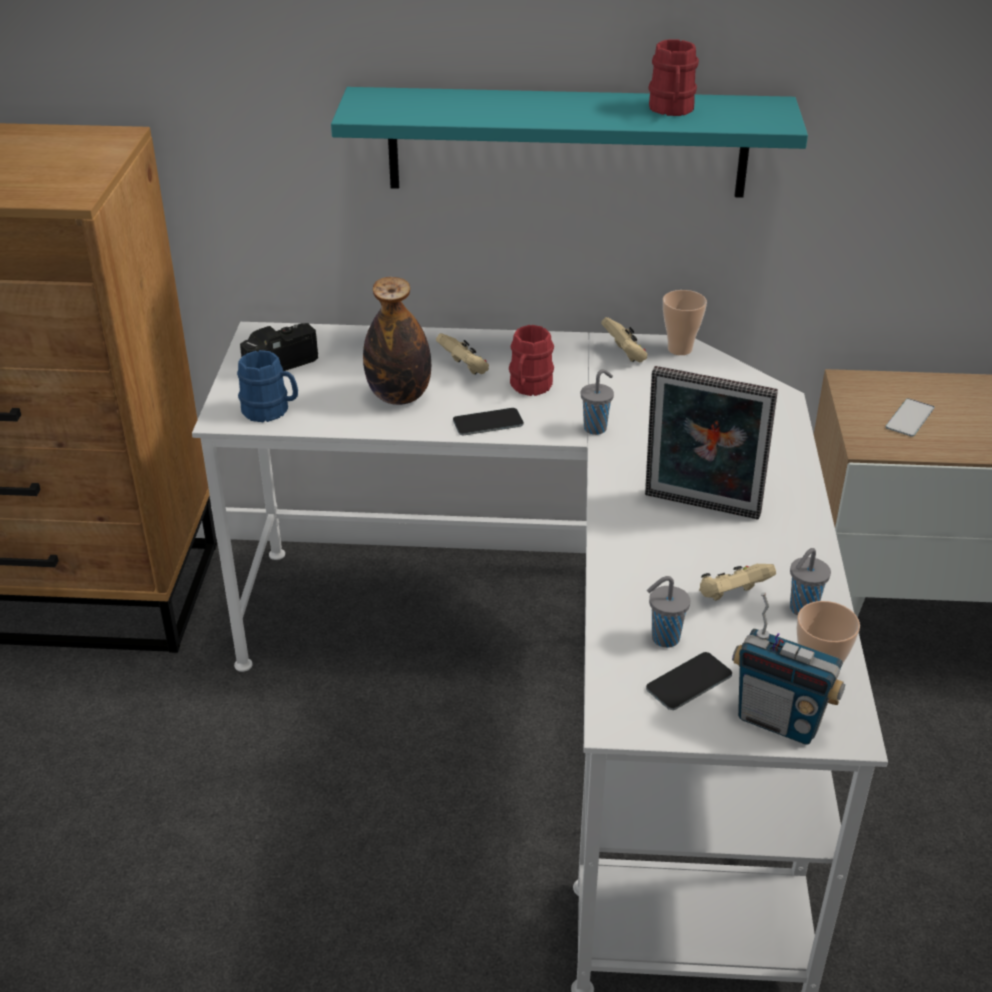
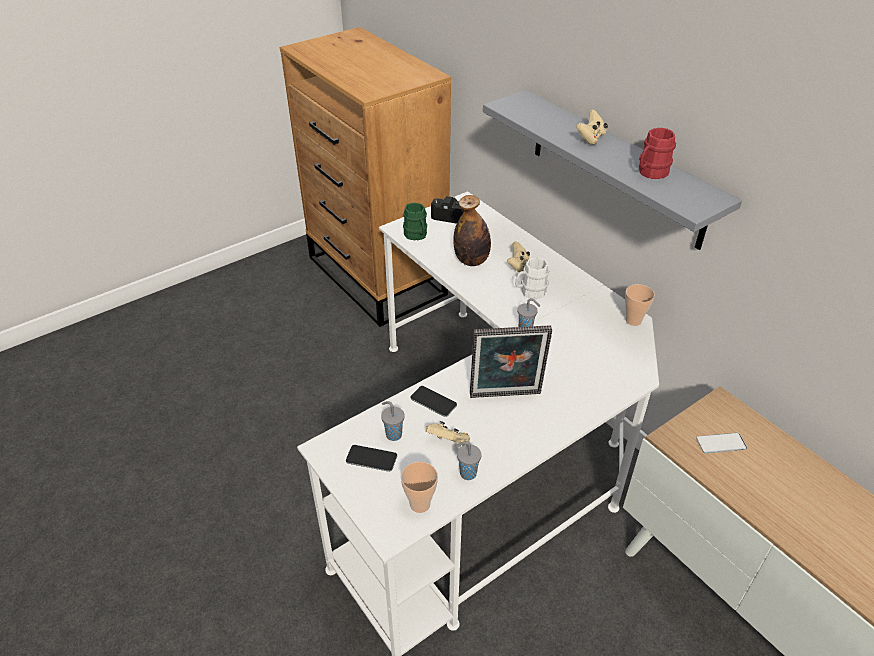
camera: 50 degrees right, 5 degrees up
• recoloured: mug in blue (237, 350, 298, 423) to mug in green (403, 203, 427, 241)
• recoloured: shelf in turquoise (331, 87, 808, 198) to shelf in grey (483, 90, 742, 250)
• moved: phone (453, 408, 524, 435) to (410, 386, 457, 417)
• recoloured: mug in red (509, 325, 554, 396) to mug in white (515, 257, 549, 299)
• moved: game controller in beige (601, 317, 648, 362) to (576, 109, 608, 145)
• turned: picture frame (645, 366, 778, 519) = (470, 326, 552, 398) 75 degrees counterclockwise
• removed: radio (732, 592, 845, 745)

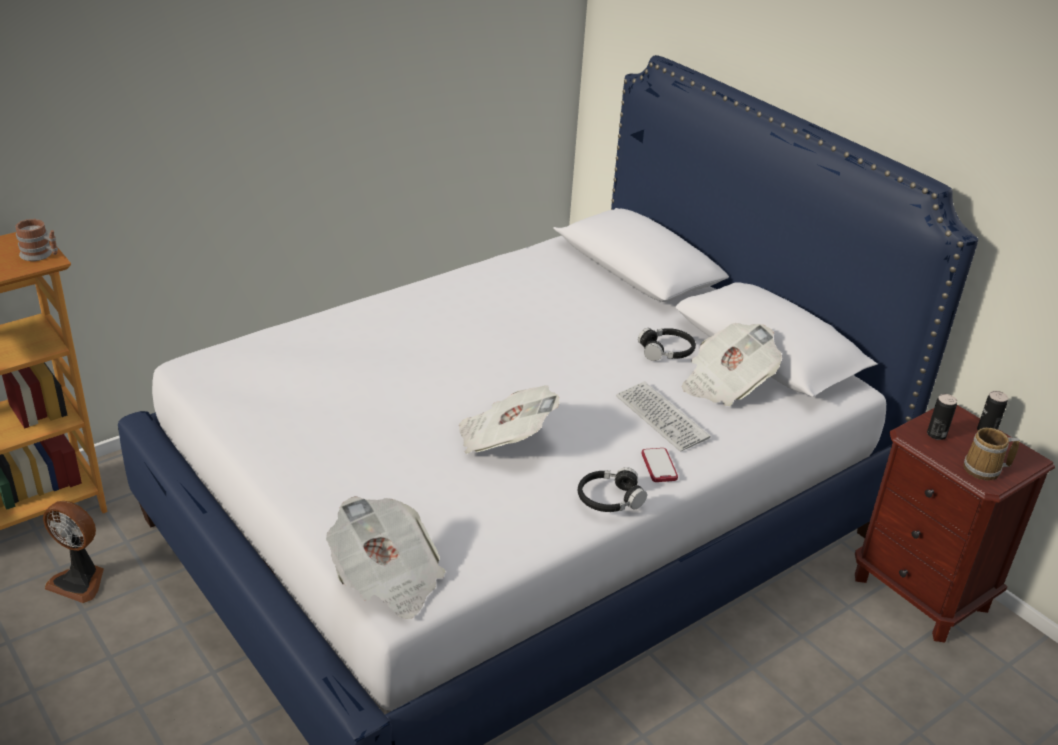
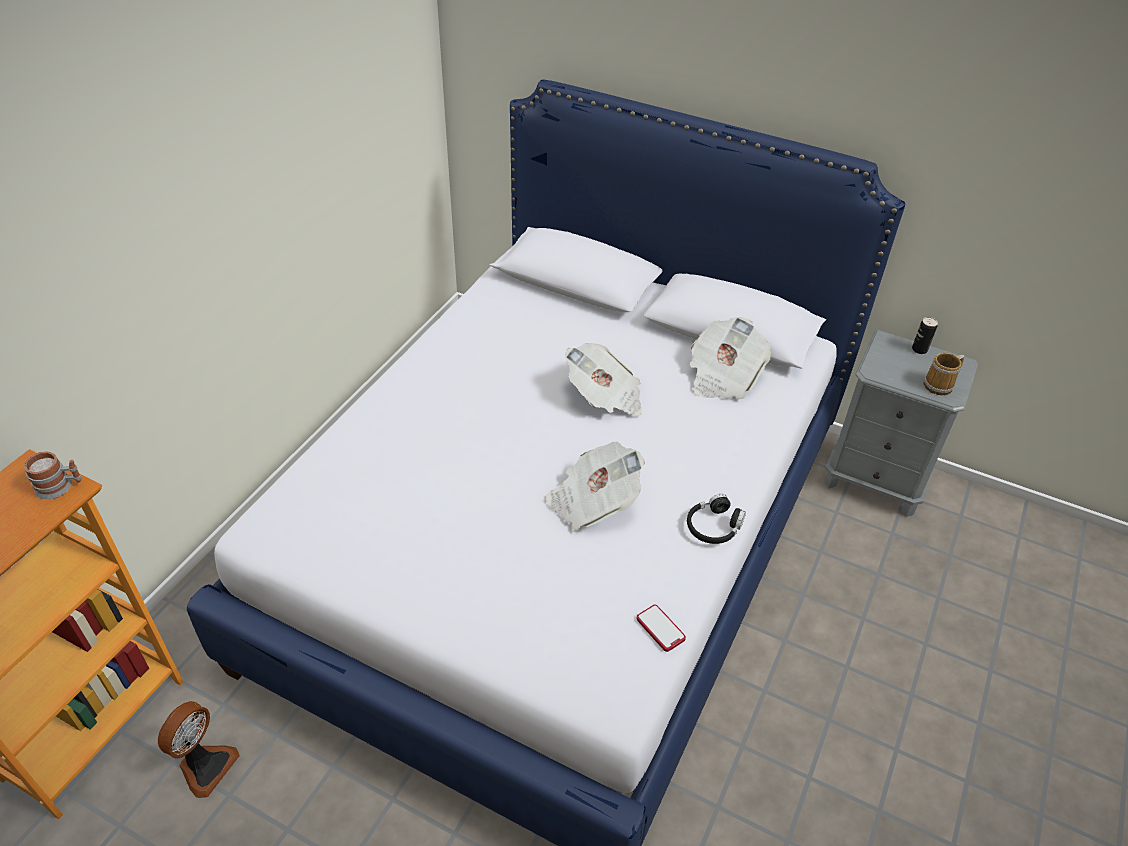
camera: 25 degrees left, 10 degrees up
• turned: fan (43, 501, 104, 603) = (158, 701, 240, 798) 60 degrees counterclockwise
• moved: newspaper (326, 496, 446, 619) to (565, 343, 642, 416)
• removed: keyboard (616, 381, 711, 451)
• removed: headphones in black (638, 328, 696, 361)
• moved: phone (641, 448, 678, 482) to (636, 605, 686, 652)
• recoloured: nightstand in brown (855, 405, 1055, 642) to nightstand in grey (825, 330, 978, 517)
• removed: can (927, 394, 957, 440)

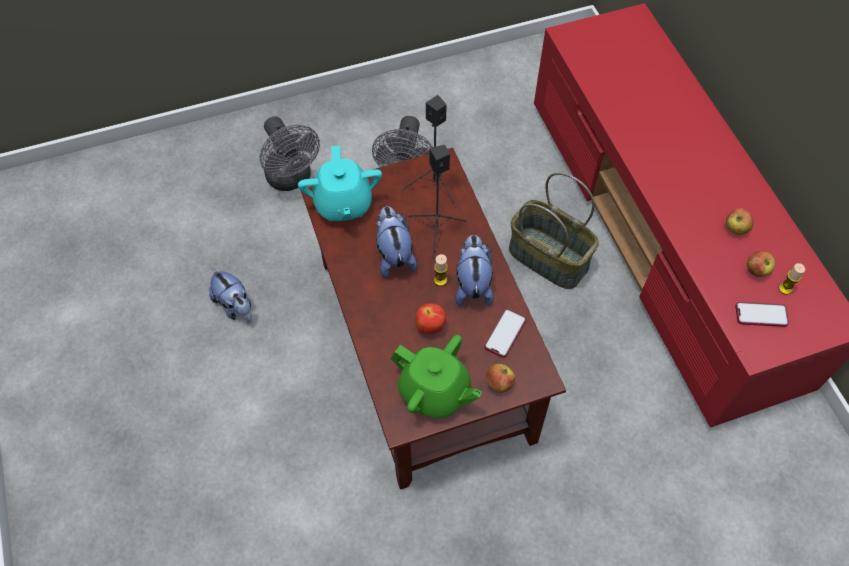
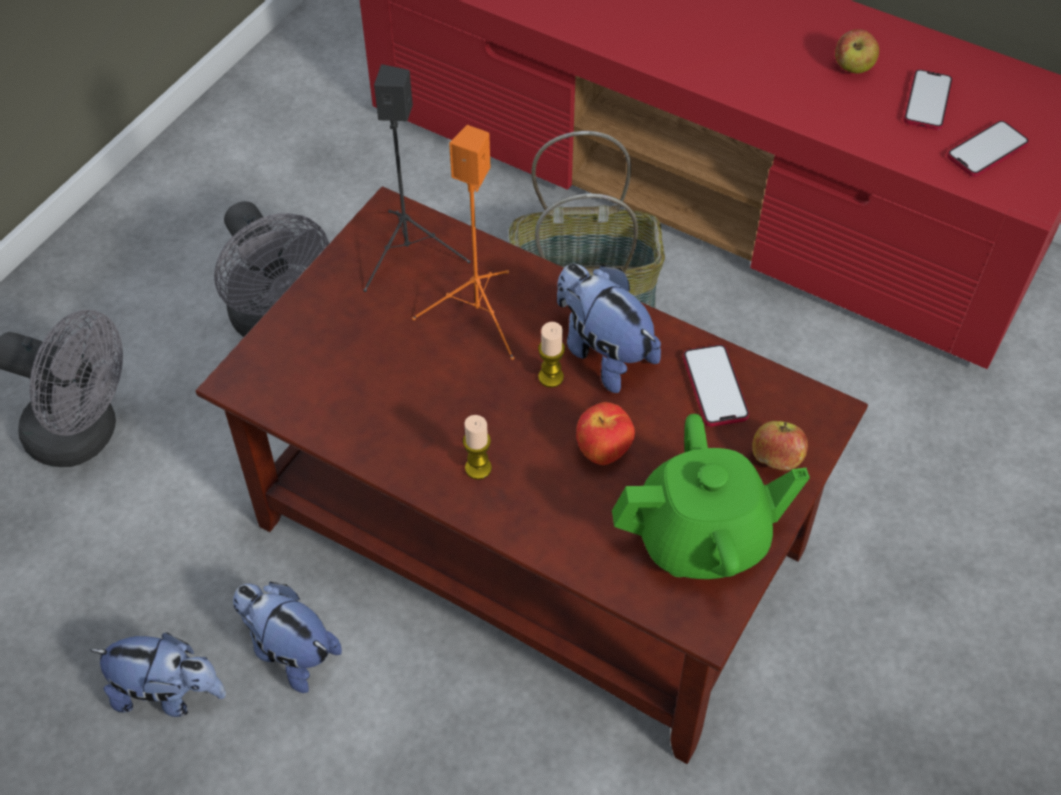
camera: 40 degrees left, 5 degrees down
• removed: teapot in turquoise (298, 145, 382, 221)
• moved: plush toy (376, 206, 417, 278) to (233, 582, 342, 693)
• recoloured: speaker in black (409, 145, 468, 262) to speaker in orange (412, 125, 514, 360)
• replaced: apple (747, 251, 775, 277) to phone (903, 69, 953, 130)
• moved: candle (779, 263, 805, 295) to (463, 415, 492, 480)

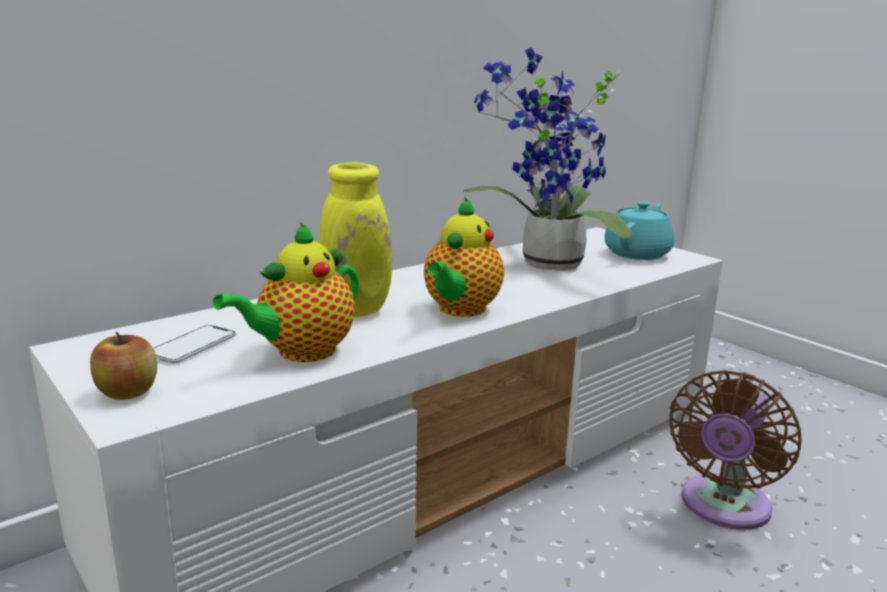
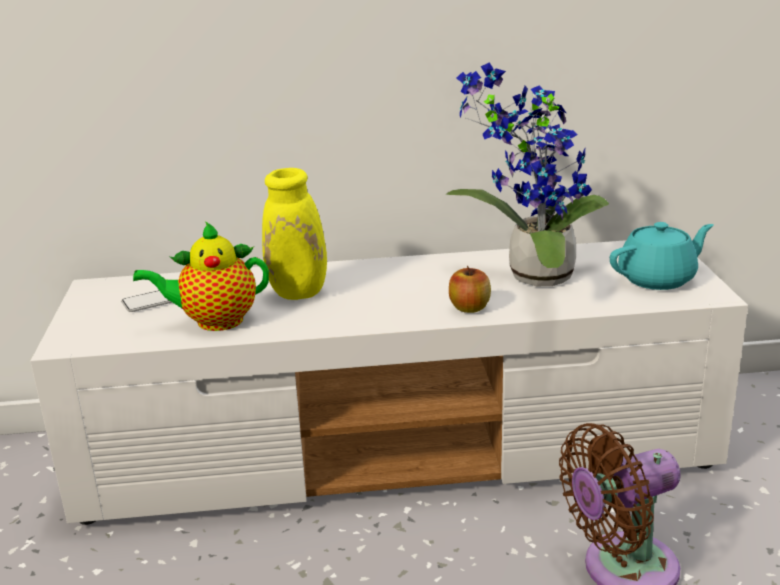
camera: 35 degrees right, 5 degrees up
• moved: apple (90, 332, 157, 400) to (449, 266, 491, 313)
• removed: teapot (424, 197, 504, 317)

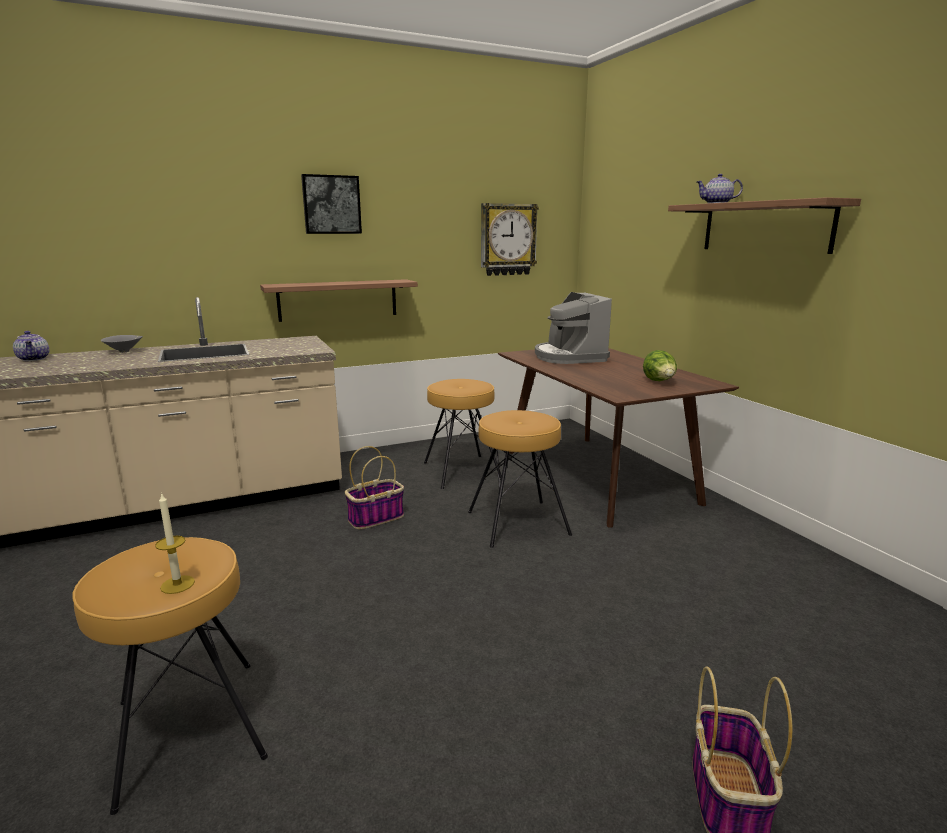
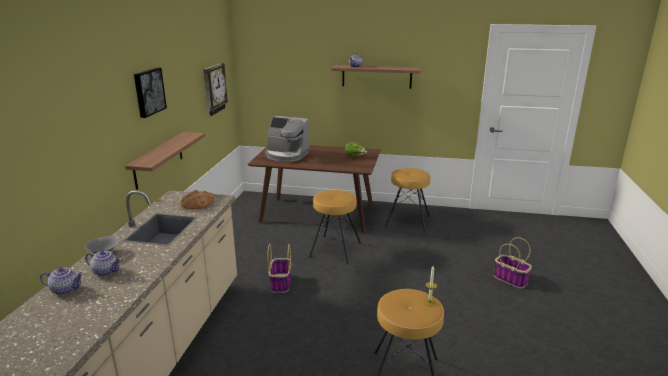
camera: 55 degrees left, 5 degrees up
• moved: stool in brown (424, 379, 502, 489) to (385, 168, 430, 232)
• added: teapot (85, 250, 121, 277)
• added: bread (180, 190, 215, 209)

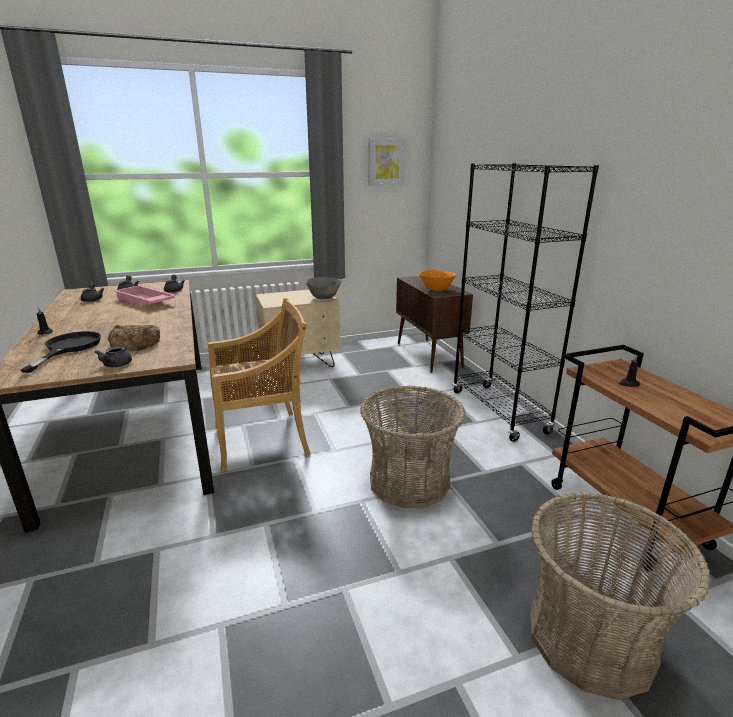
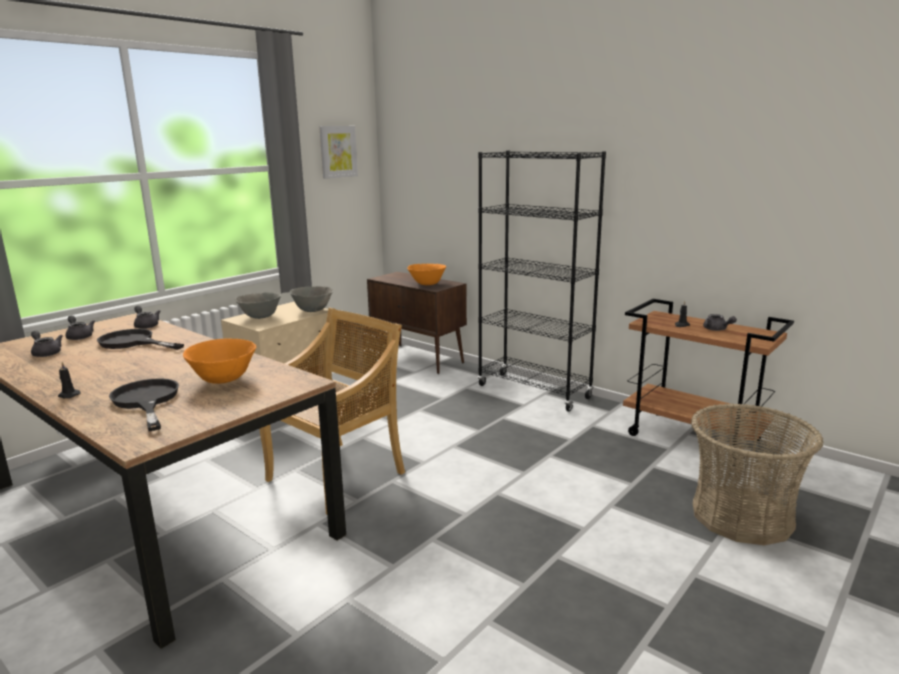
camera: 30 degrees left, 5 degrees down
• moved: teapot in grey (95, 346, 132, 367) to (703, 314, 737, 331)
• replaced: bread (108, 325, 160, 351) to bowl in orange (183, 338, 256, 384)
• replaced: tray in pink (114, 285, 176, 306) to frying pan in black (97, 329, 184, 350)
• removed: basket (360, 385, 465, 508)
• added: bowl in grey (235, 292, 281, 319)

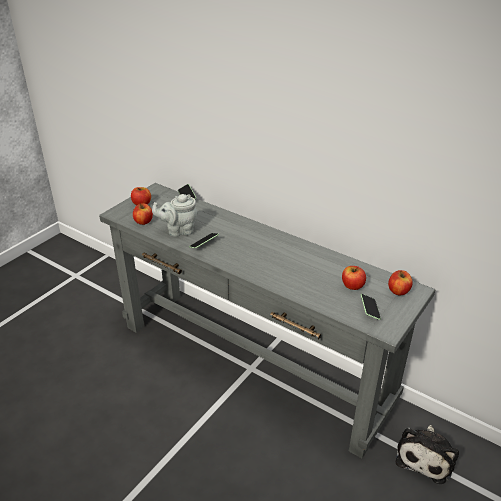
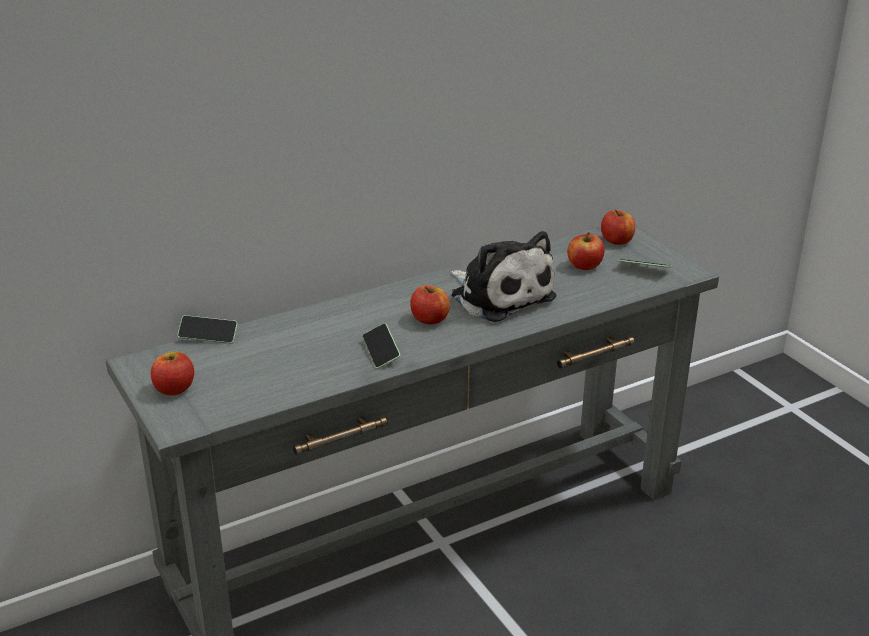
camera: 65 degrees left, 5 degrees down
• moved: apple (133, 203, 153, 225) to (410, 285, 450, 324)
• removed: teapot in grey (152, 194, 198, 237)
• moved: plush toy (396, 425, 459, 484) to (451, 231, 556, 322)

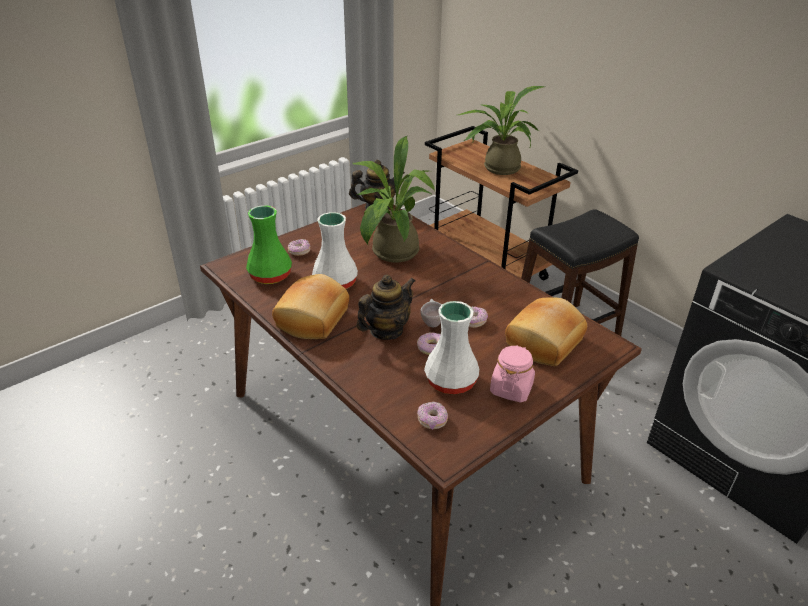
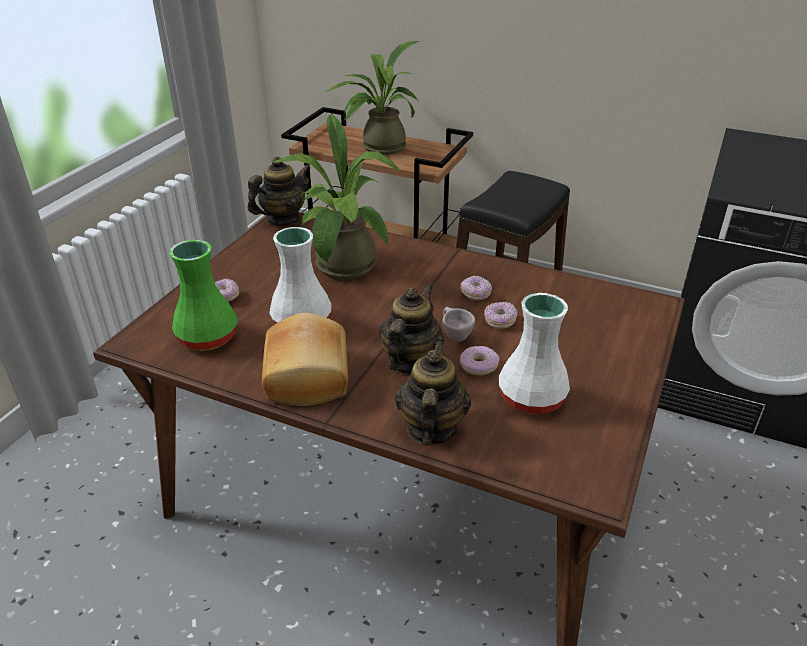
camera: 25 degrees left, 0 degrees up
• moved: donut (417, 402, 448, 430) to (461, 276, 492, 300)
• removed: jar in pink (490, 345, 535, 402)
• removed: bread (505, 297, 587, 366)
• added: teapot (395, 341, 471, 445)

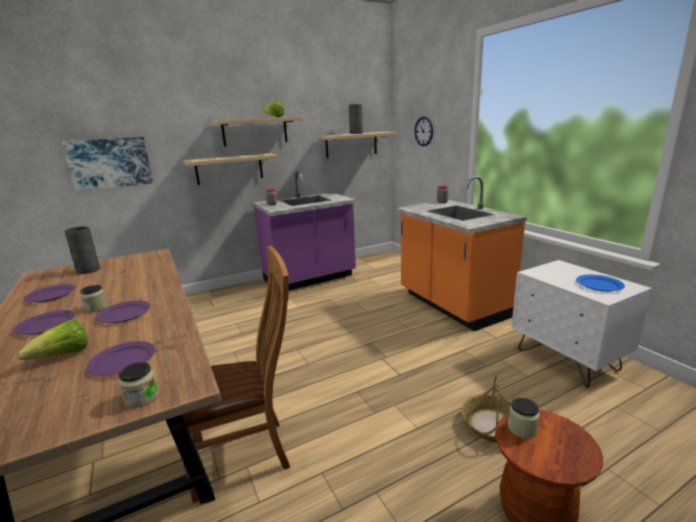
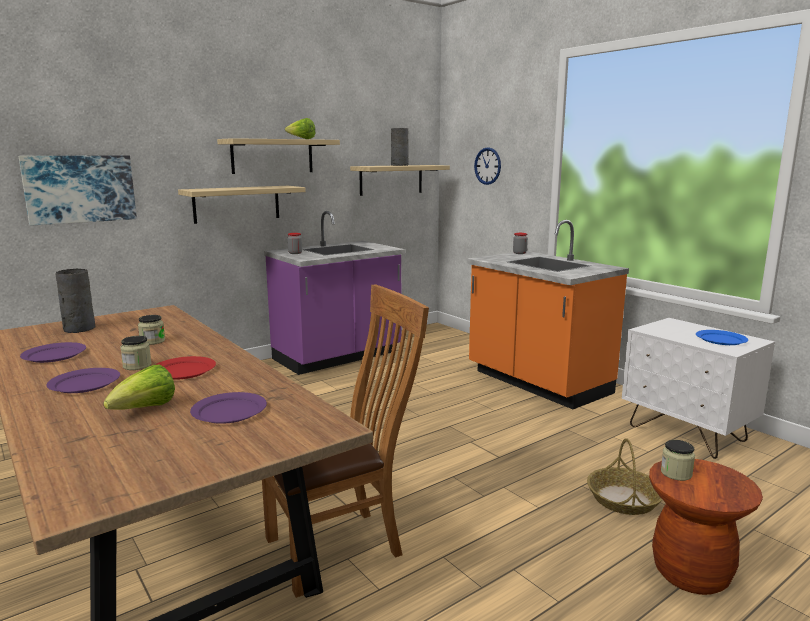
camera: 10 degrees left, 5 degrees down
• recoloured: plate in purple (96, 300, 150, 323) to plate in red (155, 356, 216, 380)
• moved: jar (119, 362, 159, 408) to (138, 315, 165, 345)

